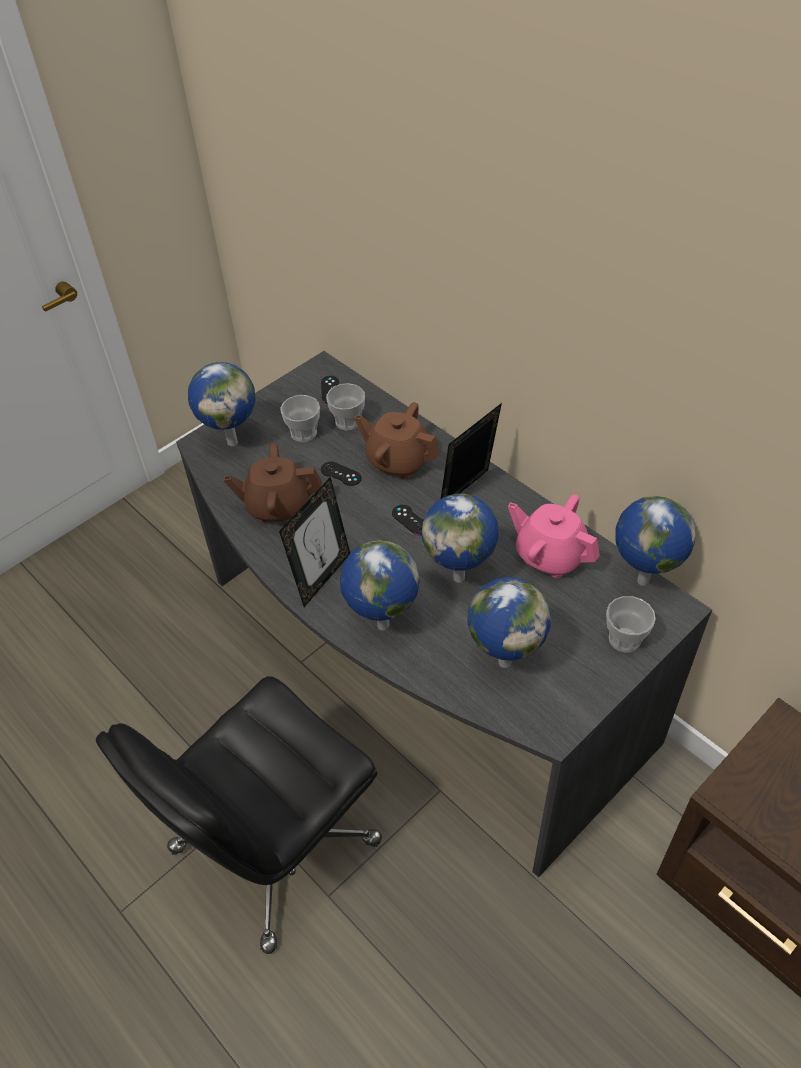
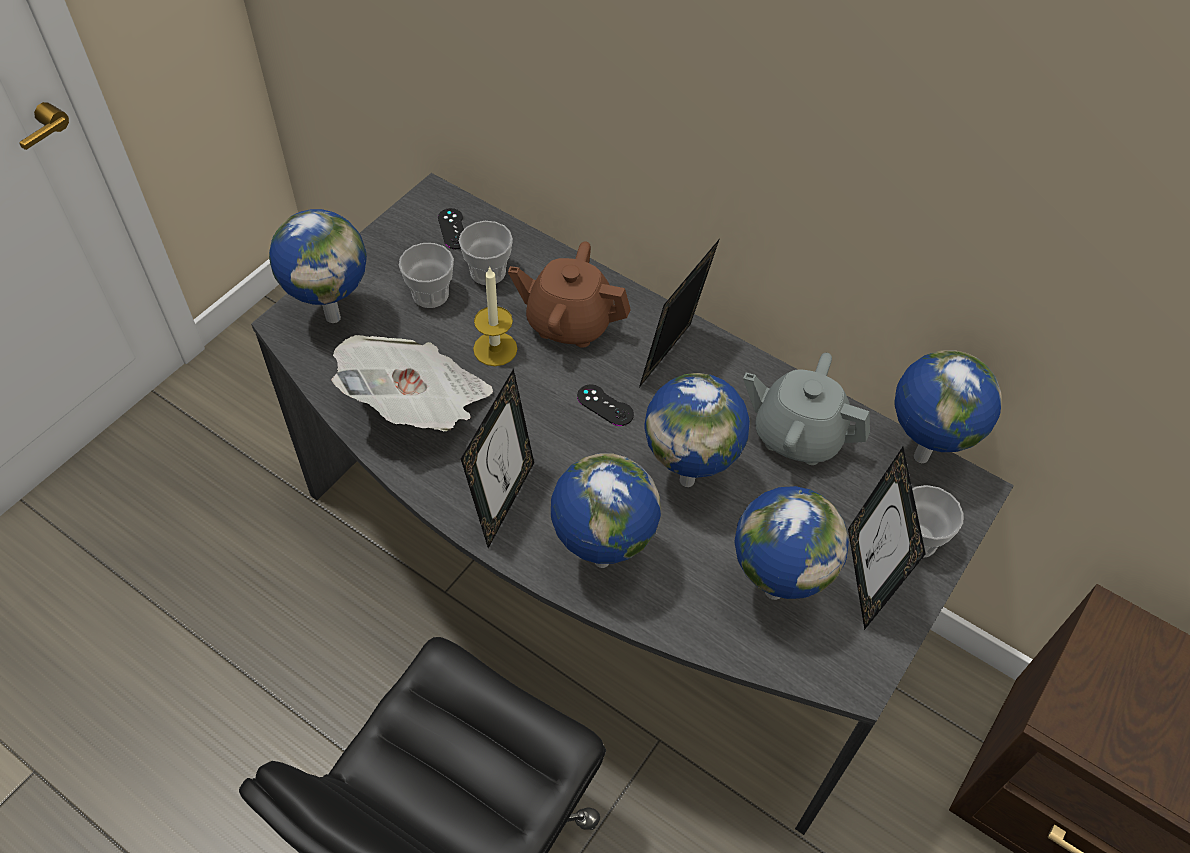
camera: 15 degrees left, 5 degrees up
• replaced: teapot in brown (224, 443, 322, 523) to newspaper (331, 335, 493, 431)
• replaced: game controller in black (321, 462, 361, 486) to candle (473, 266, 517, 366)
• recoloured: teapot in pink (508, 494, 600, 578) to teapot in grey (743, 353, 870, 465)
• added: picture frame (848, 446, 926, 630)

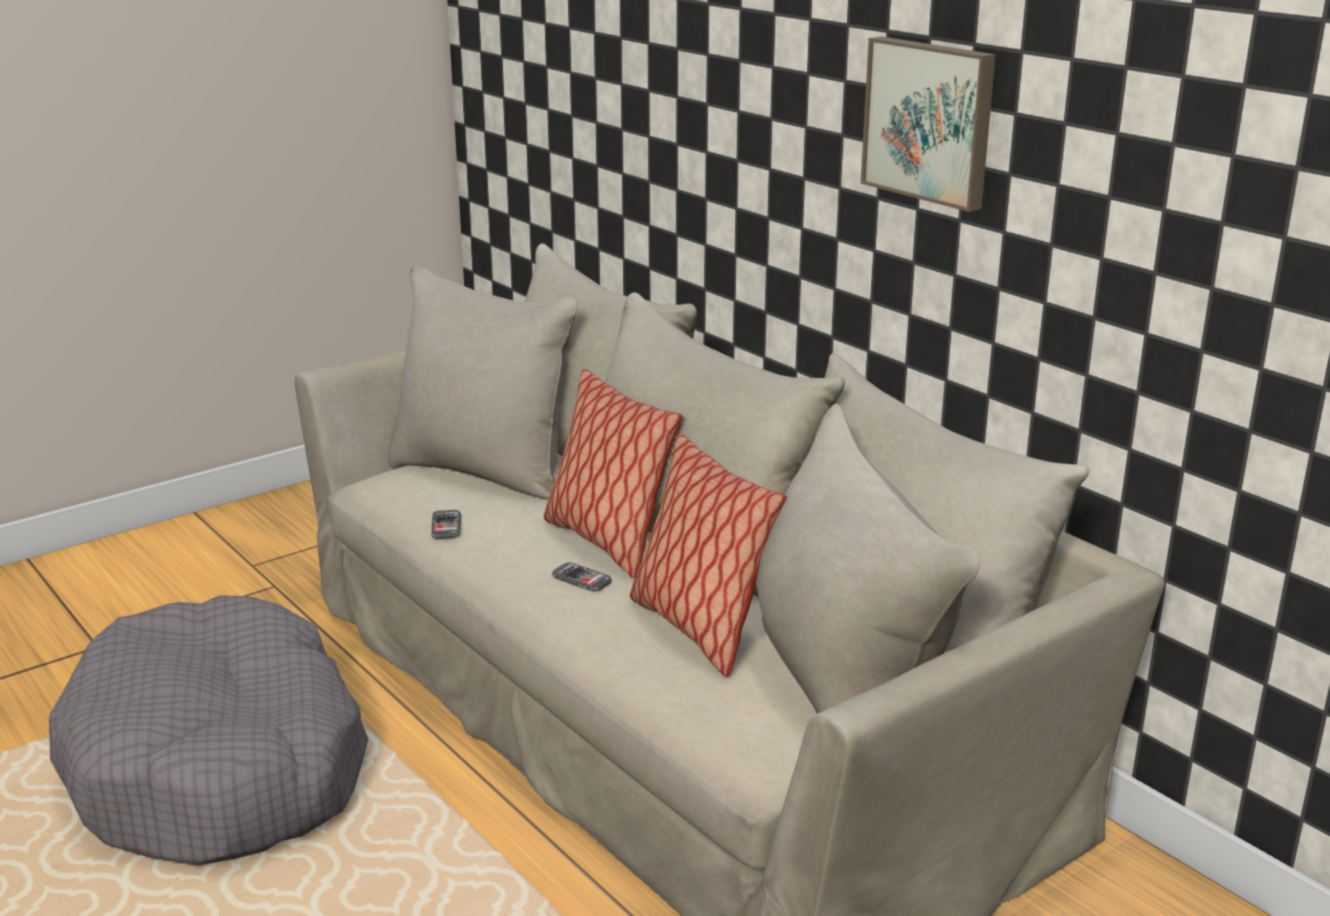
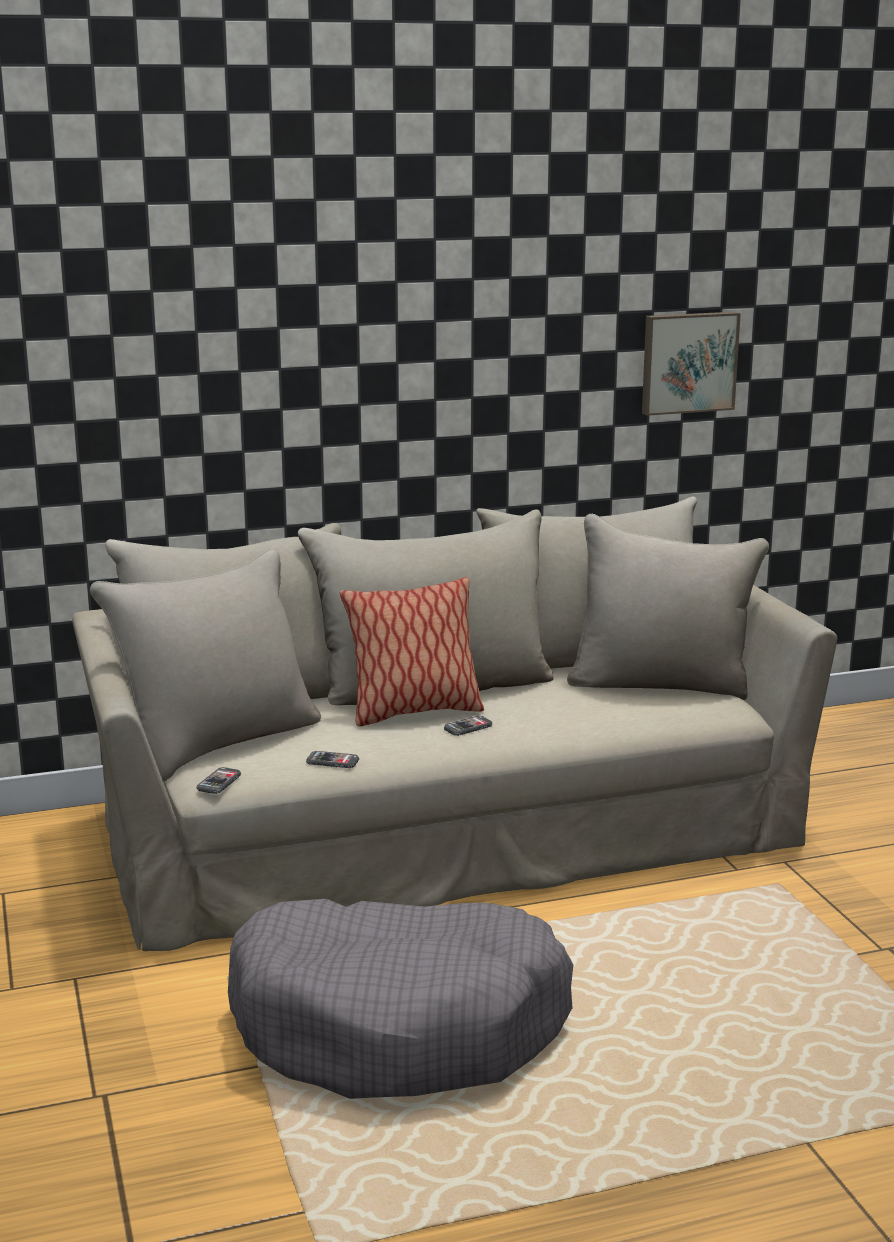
camera: 70 degrees left, 5 degrees down
• removed: pillow (630, 434, 787, 676)
• moved: picture (861, 36, 996, 212) to (642, 312, 741, 416)
• added: phone (196, 767, 241, 794)

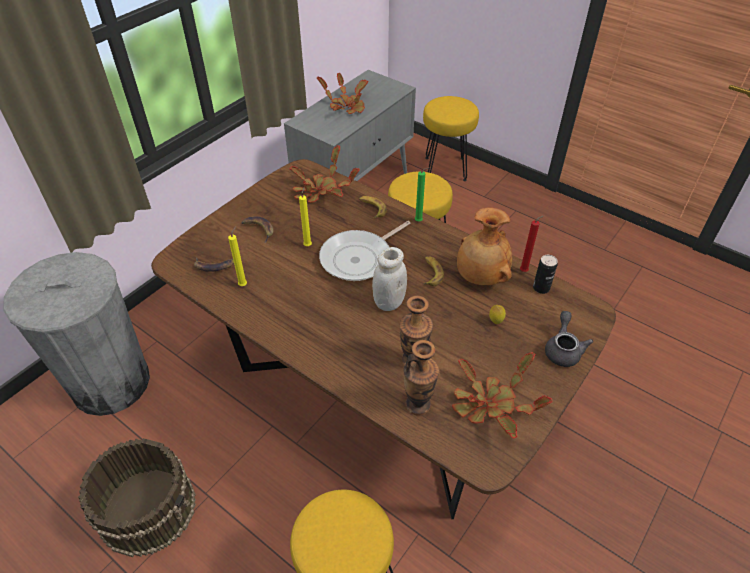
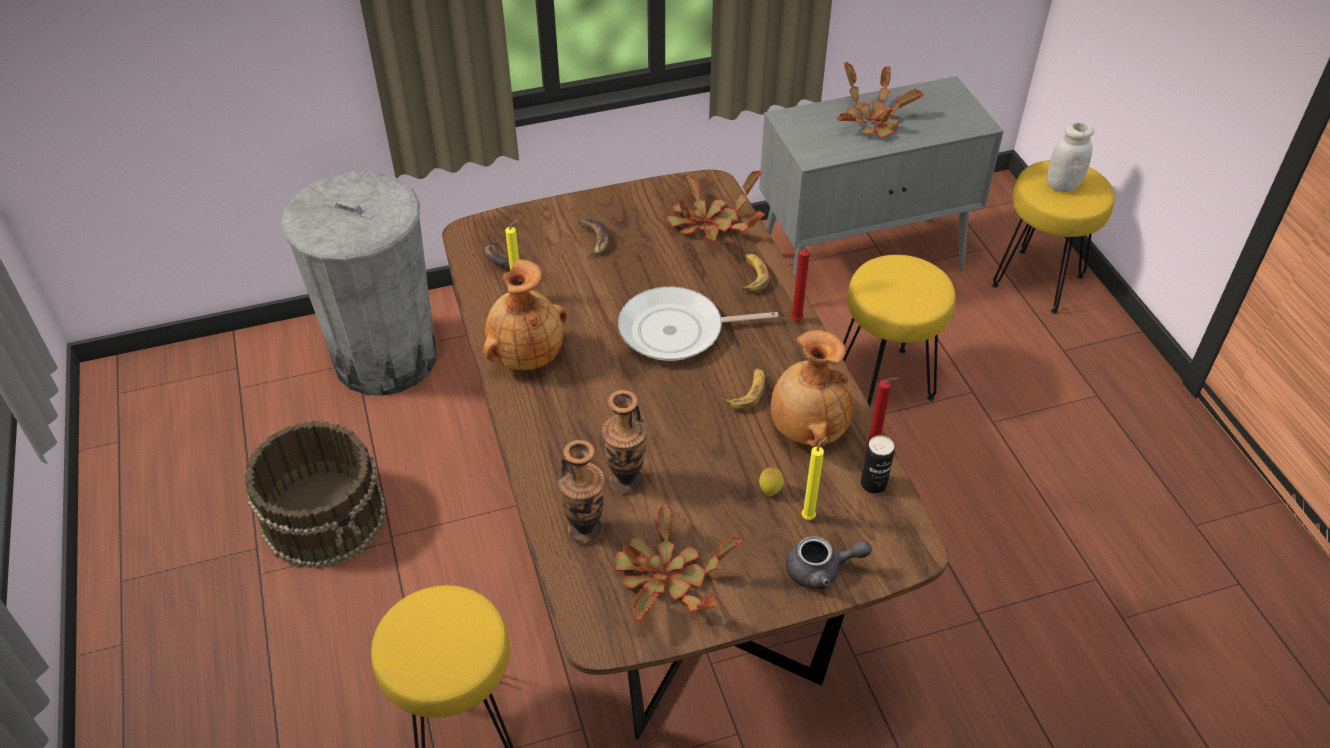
camera: 35 degrees right, 0 degrees up
• moved: candle in yellow (299, 187, 312, 246) to (802, 436, 828, 520)
• moved: jar in white (372, 247, 407, 311) to (1048, 122, 1094, 192)
• recoloured: candle in green (415, 167, 430, 222) to candle in red (791, 247, 815, 321)
• turned: teapot in grey (545, 311, 593, 367) = (786, 536, 872, 590) 45 degrees clockwise
• added: vase in brown (483, 259, 567, 370)

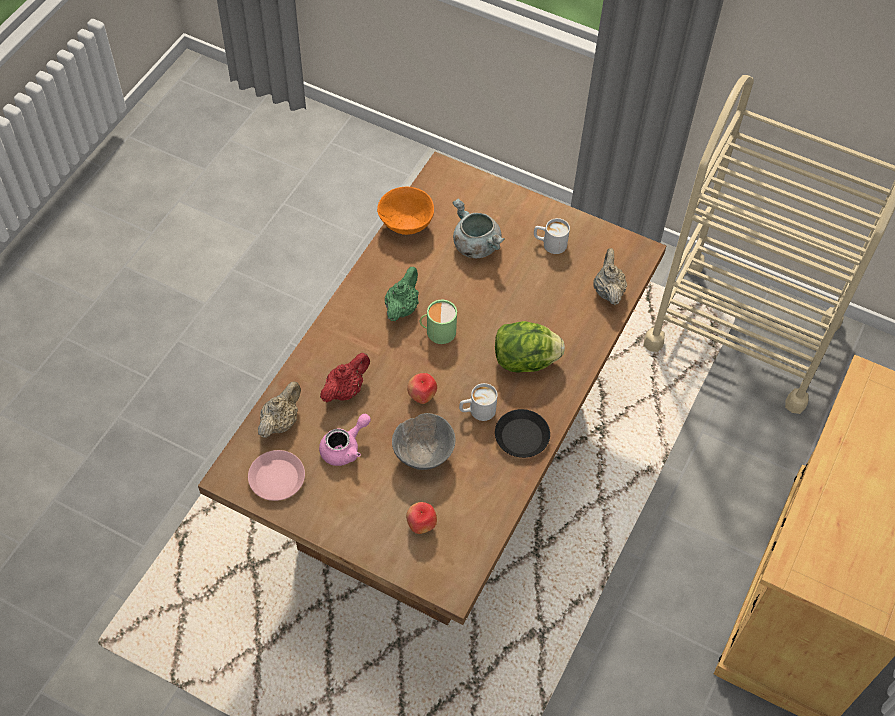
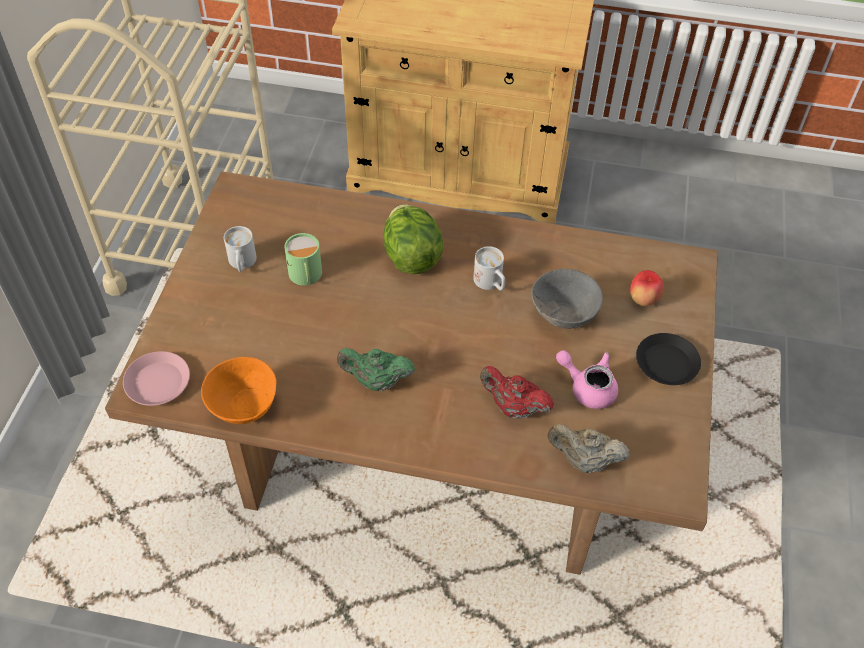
camera: 105 degrees left, 5 degrees down
• moved: plate in pink (248, 450, 305, 501) to (123, 351, 190, 406)
• removed: apple (407, 373, 437, 404)
• moved: mug in green (420, 300, 457, 344) to (284, 233, 322, 286)
• removed: cooking pot in grey (453, 199, 505, 258)
• moved: plate in black (495, 409, 550, 458) to (636, 333, 701, 385)
• removed: teapot in beige (593, 248, 627, 305)

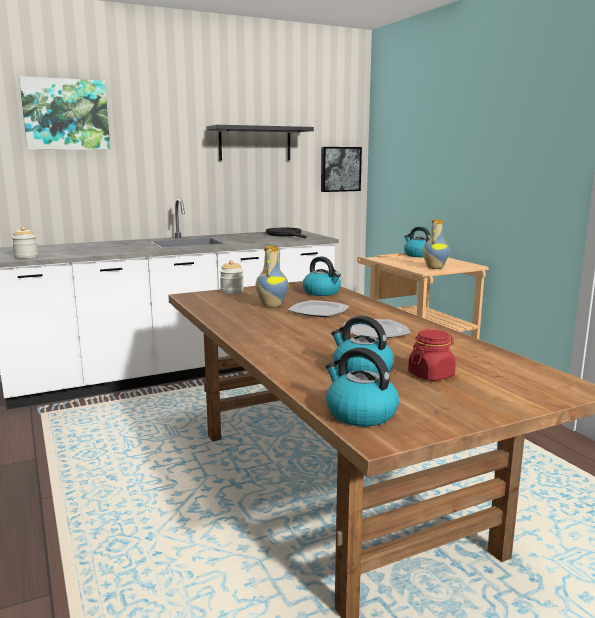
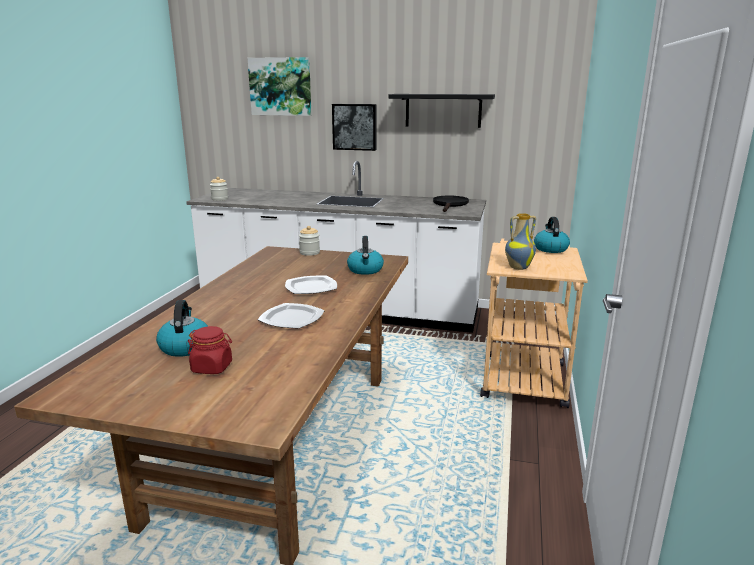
camera: 40 degrees right, 5 degrees up
• removed: vase (256, 246, 288, 308)
• moved: picture (321, 147, 362, 192) to (332, 104, 376, 151)
• removed: kettle (325, 347, 399, 427)

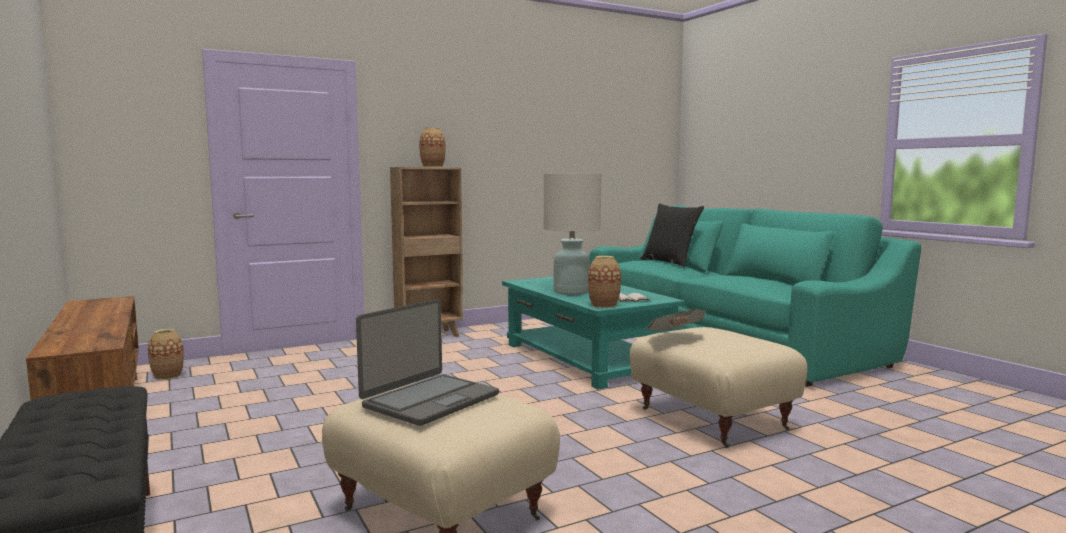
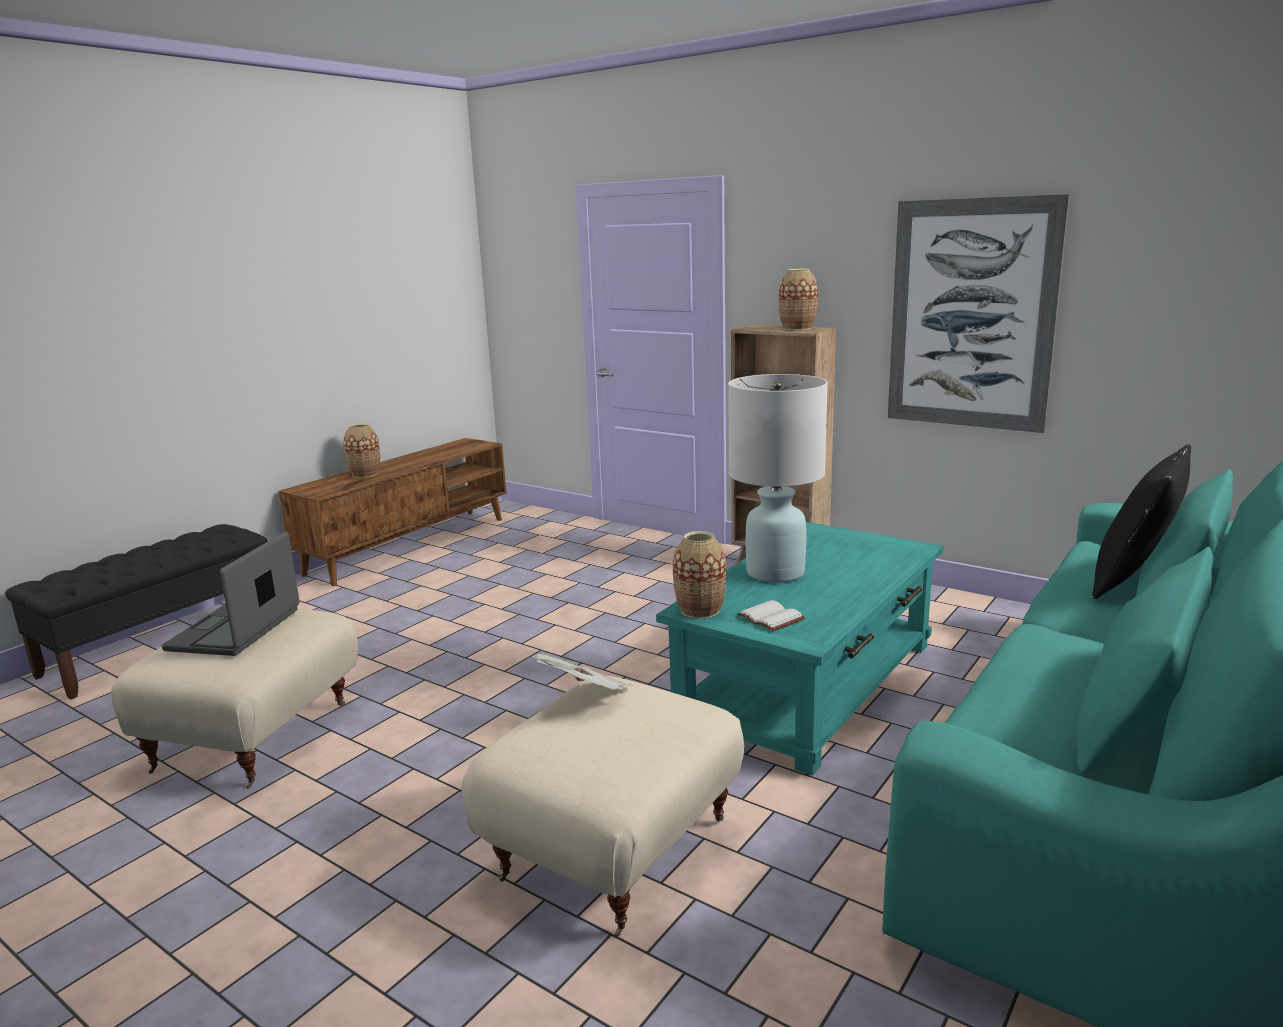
camera: 65 degrees right, 10 degrees up
• moved: vase (148, 329, 184, 380) to (343, 423, 380, 478)
• turned: laptop (356, 299, 499, 426) = (161, 532, 300, 656) 90 degrees clockwise
• added: picture (888, 194, 1070, 433)

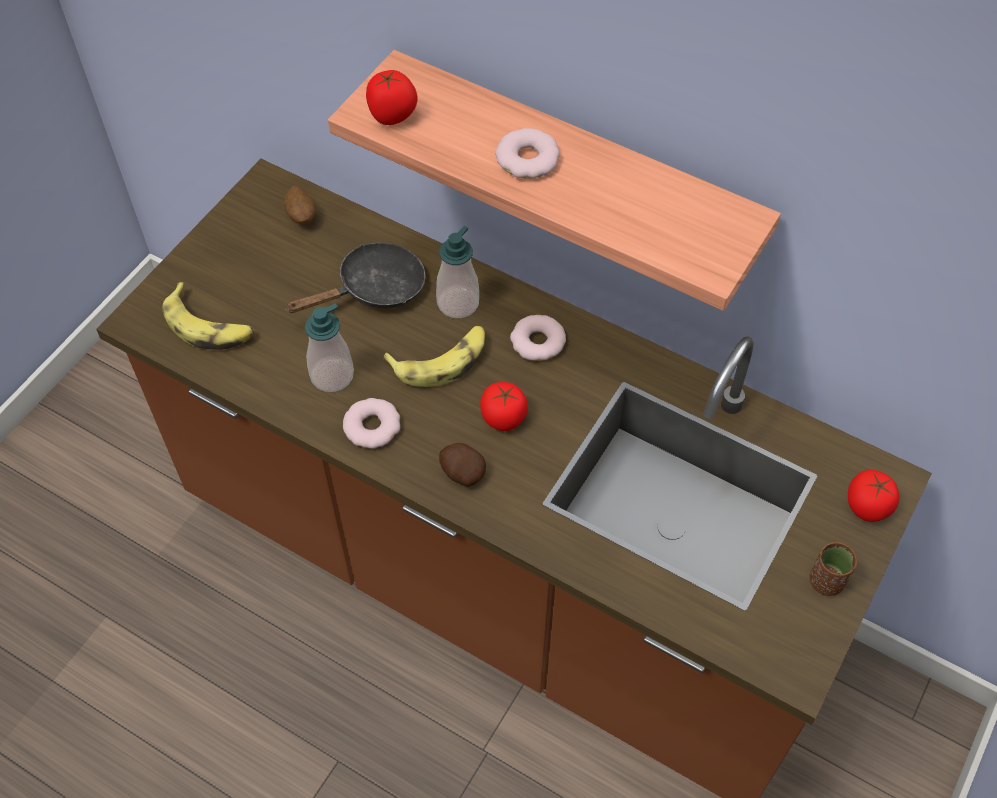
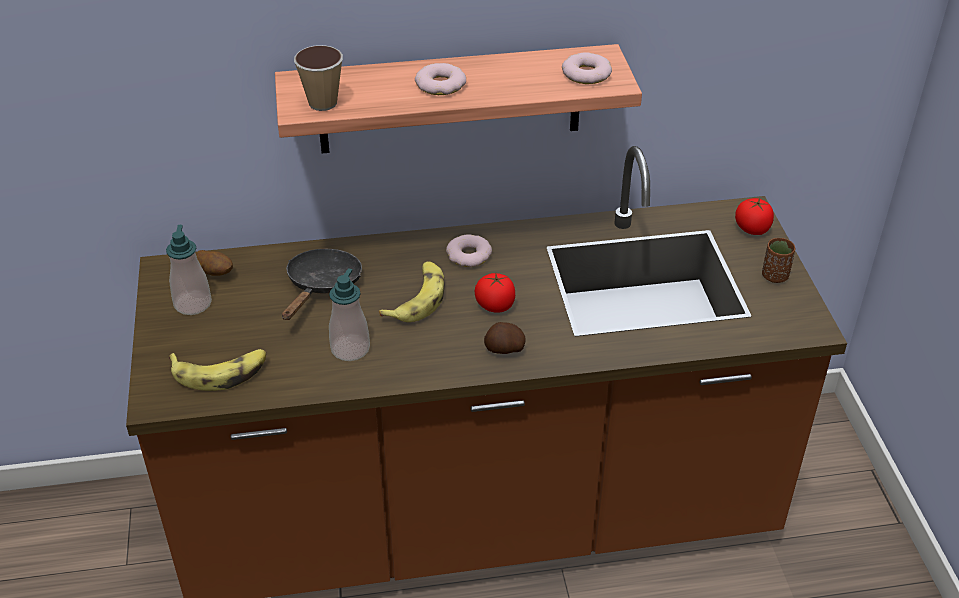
camera: 40 degrees left, 15 degrees down
• moved: donut (343, 398, 400, 449) to (562, 52, 612, 84)
• replaced: tomato (366, 70, 418, 125) to cup (294, 45, 343, 111)
• moved: soap dispenser (436, 226, 479, 318) to (166, 225, 212, 315)

